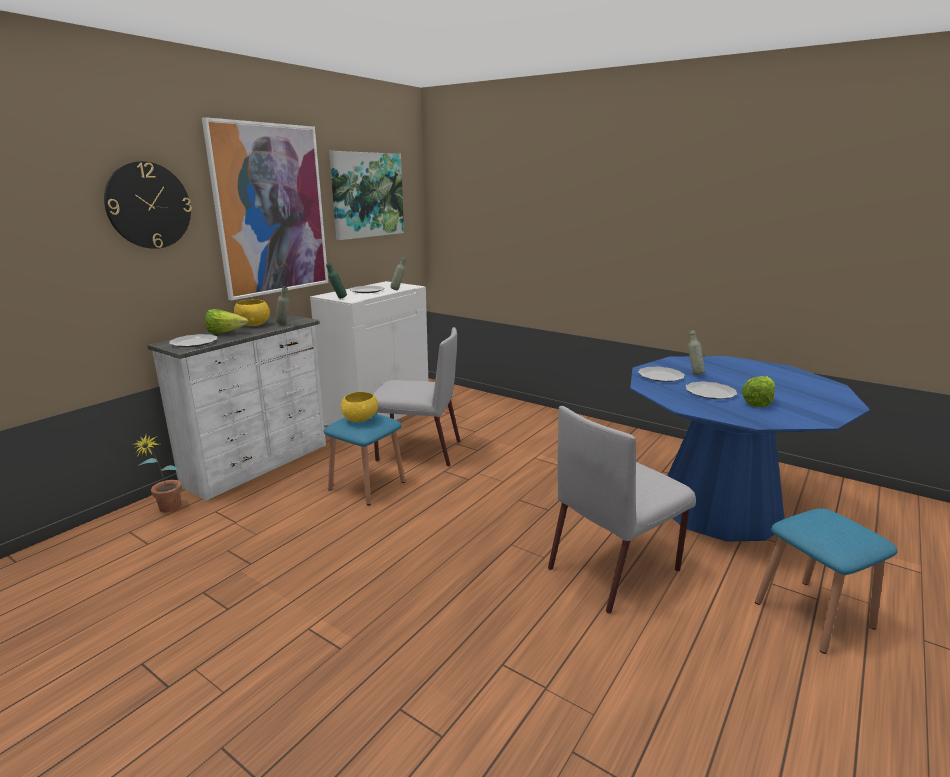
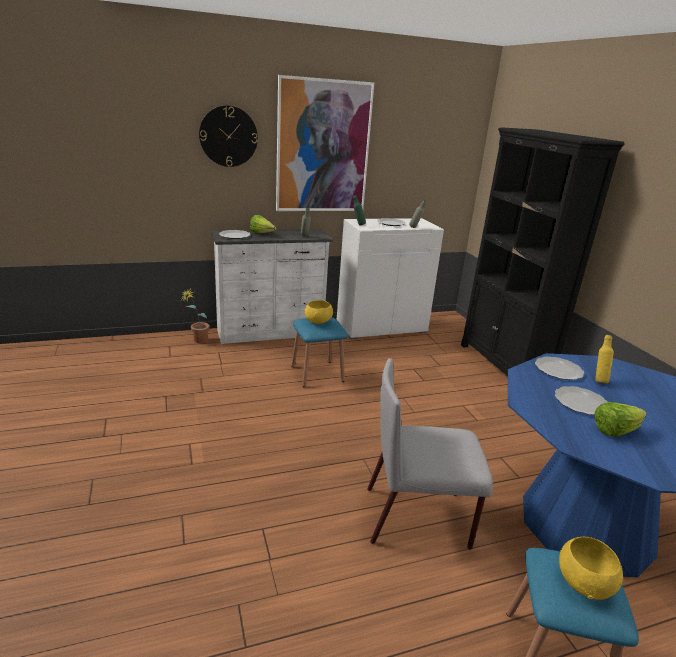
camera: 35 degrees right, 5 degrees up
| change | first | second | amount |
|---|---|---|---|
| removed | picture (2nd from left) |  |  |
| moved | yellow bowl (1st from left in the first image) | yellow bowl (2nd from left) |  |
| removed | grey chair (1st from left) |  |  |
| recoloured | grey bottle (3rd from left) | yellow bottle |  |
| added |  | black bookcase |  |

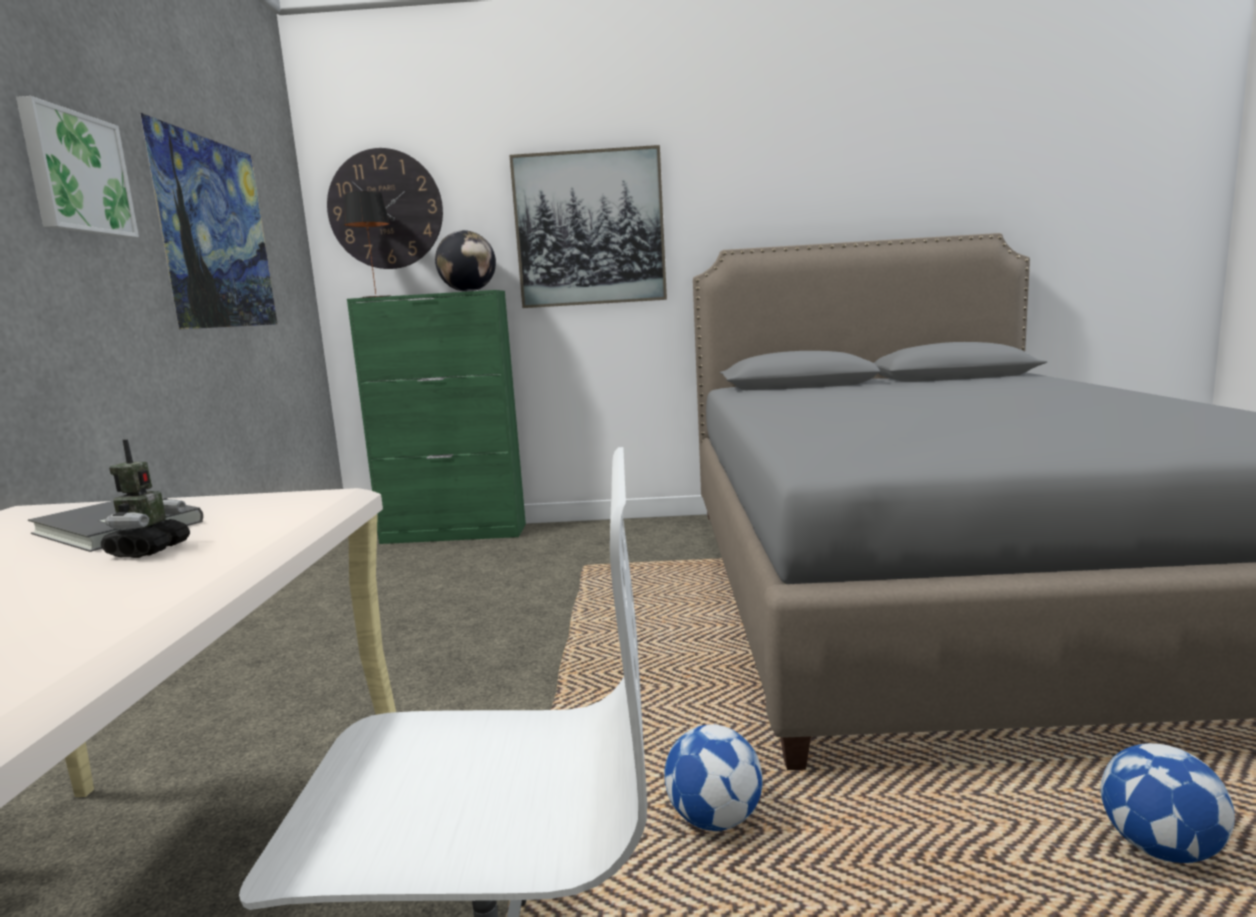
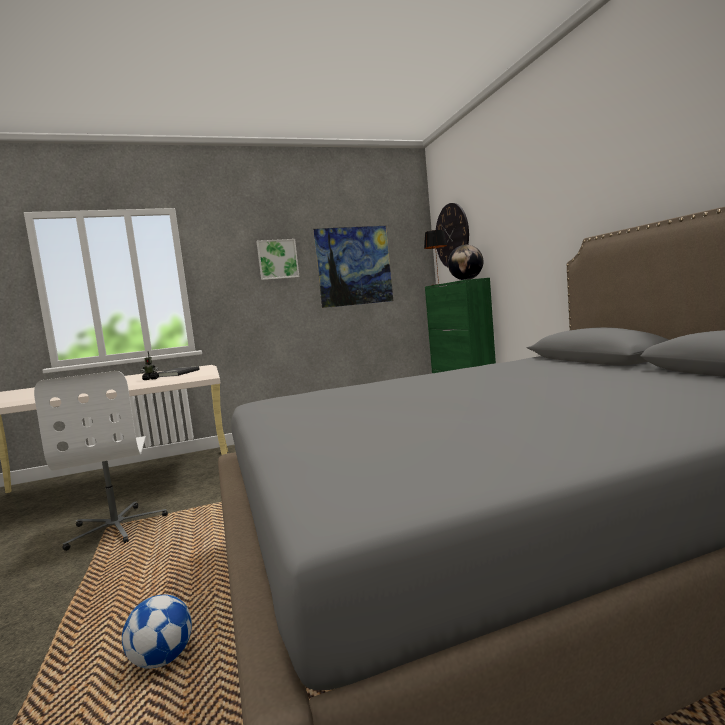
camera: 70 degrees right, 5 degrees down
| change | first | second | amount |
|---|---|---|---|
| removed | picture (3rd from left) |  |  |
| removed | football (1st from left) |  |  |

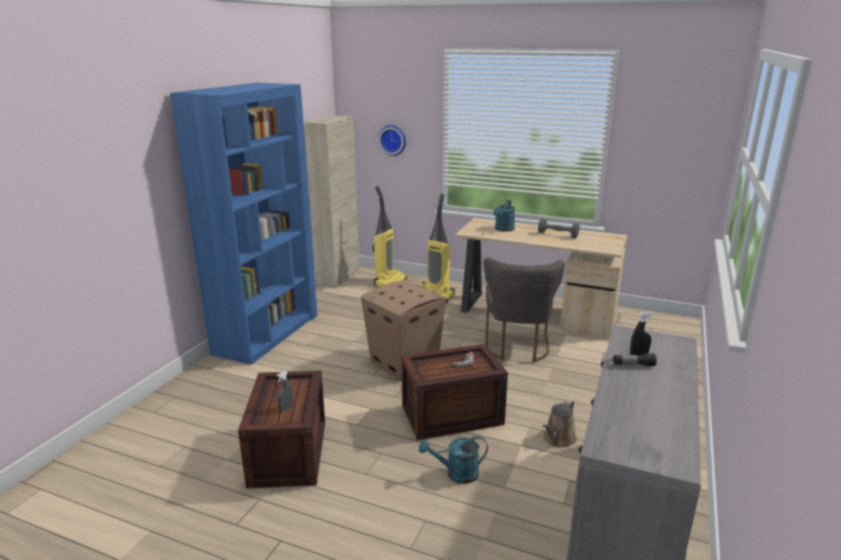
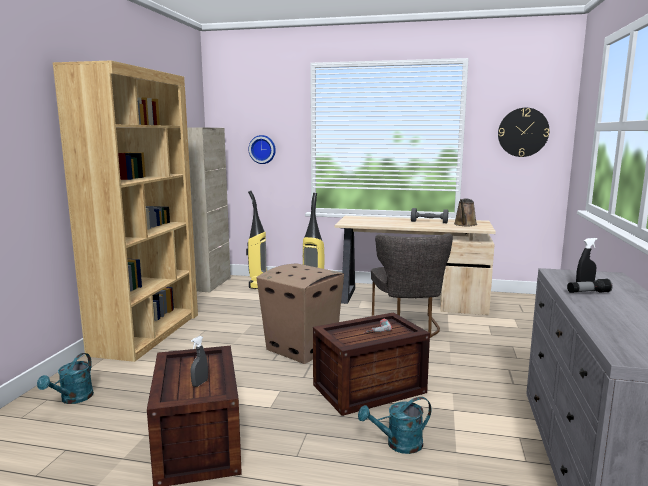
camera: 10 degrees left, 10 degrees down
| change | first | second | amount |
|---|---|---|---|
| recoloured | blue bookcase | brown bookcase |  |
| moved | turquoise watering can (2nd from left in the first image) | turquoise watering can (1st from left) |  |
| moved | brown watering can |  |  |
| added |  | wall clock (2nd from left) |  |

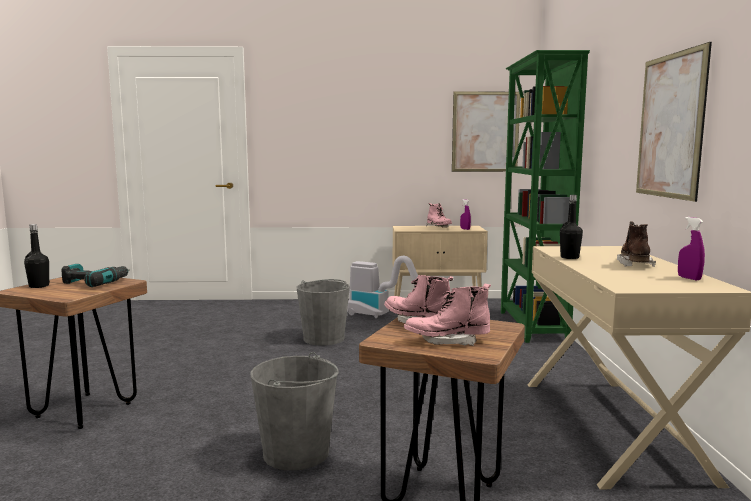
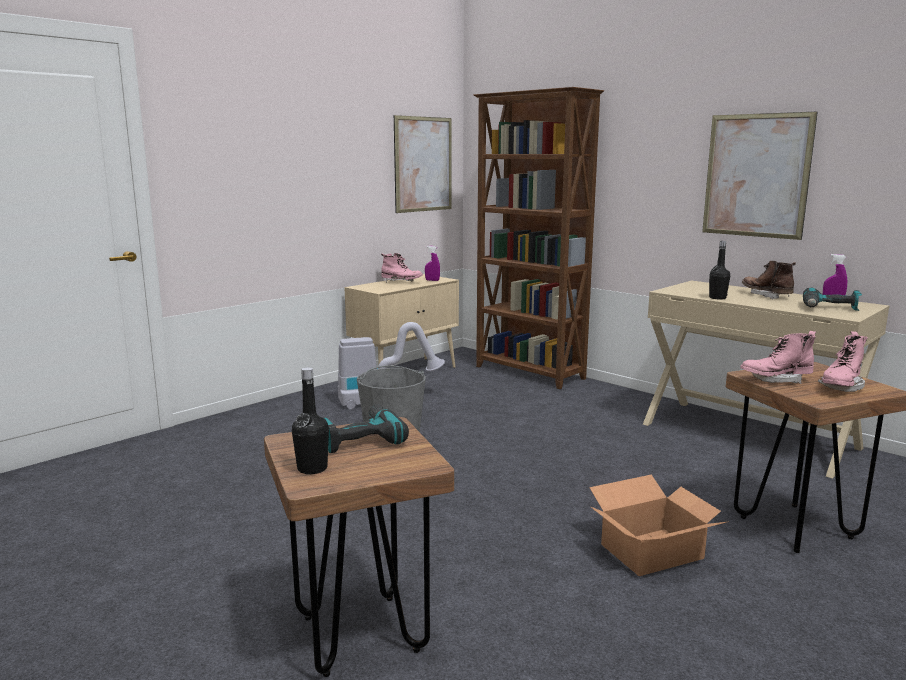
camera: 45 degrees left, 5 degrees up
| change | first | second | amount |
|---|---|---|---|
| recoloured | green bookcase | brown bookcase |  |
| replaced | grey bucket (1st from left) | cardboard box |  |
| added |  | power drill (2nd from left) |  |

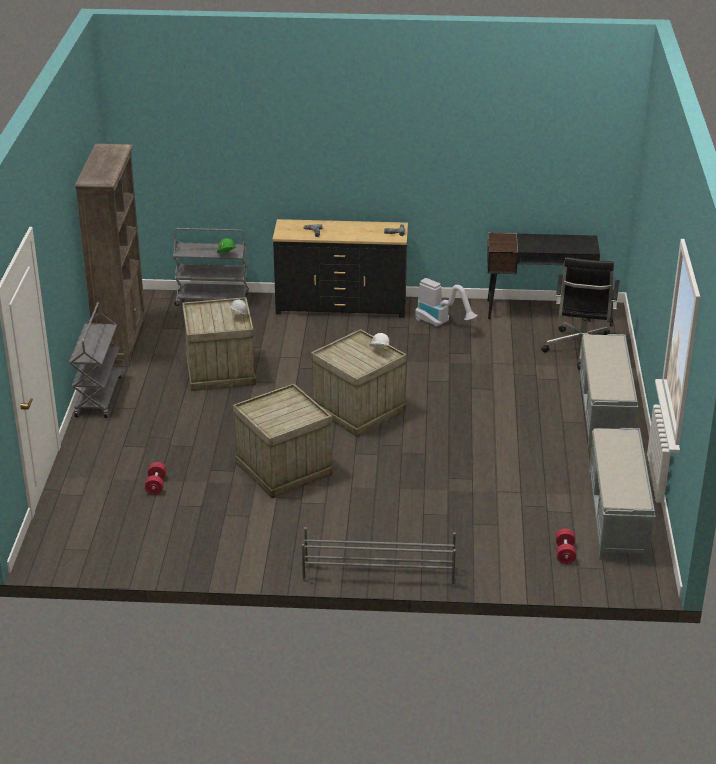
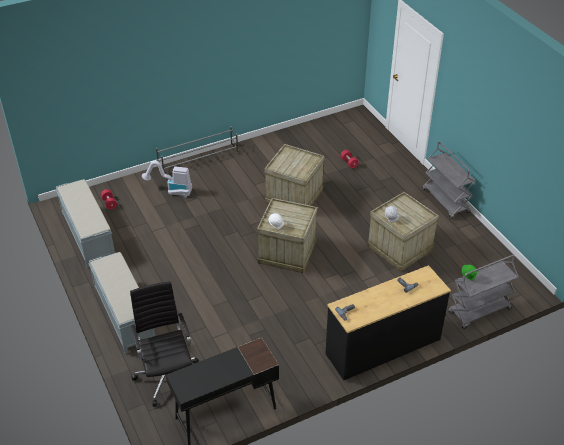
camera: 150 degrees right, 10 degrees up
| change | first | second | amount |
|---|---|---|---|
| removed | brown bookcase |  |  |
| moved | vacuum cleaner |  |  |

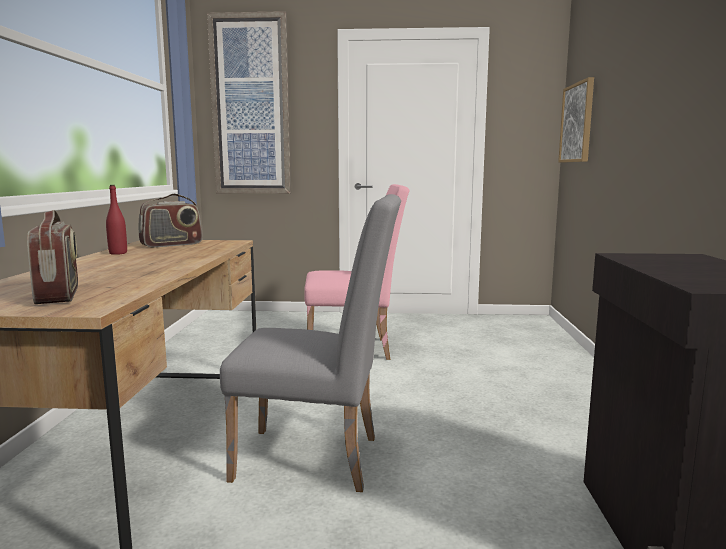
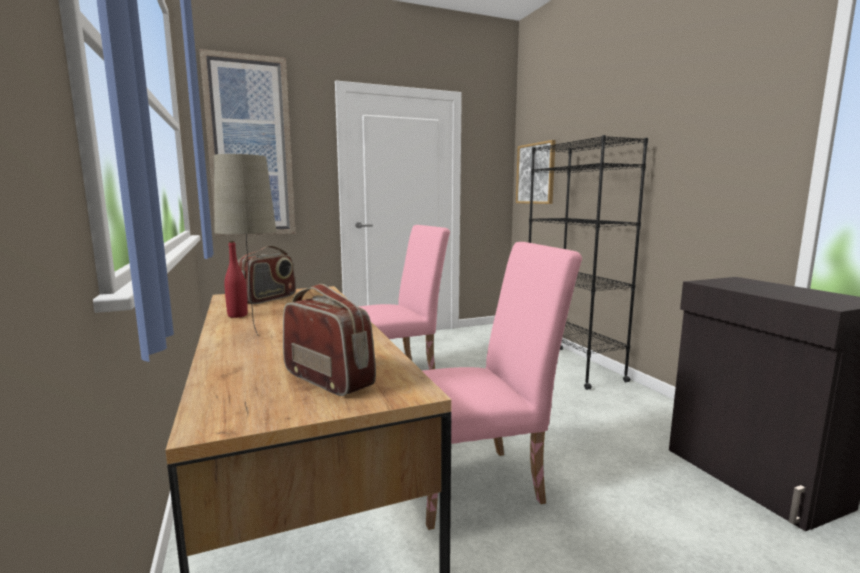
camera: 25 degrees left, 0 degrees up
| change | first | second | amount |
|---|---|---|---|
| recoloured | grey chair | pink chair (2nd from left) |  |
| added |  | black bookcase |  |
| added |  | beige table lamp |  |

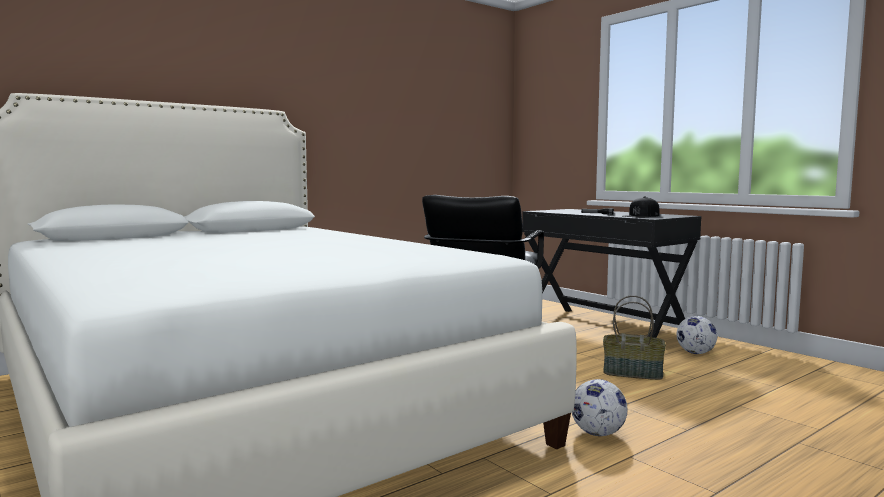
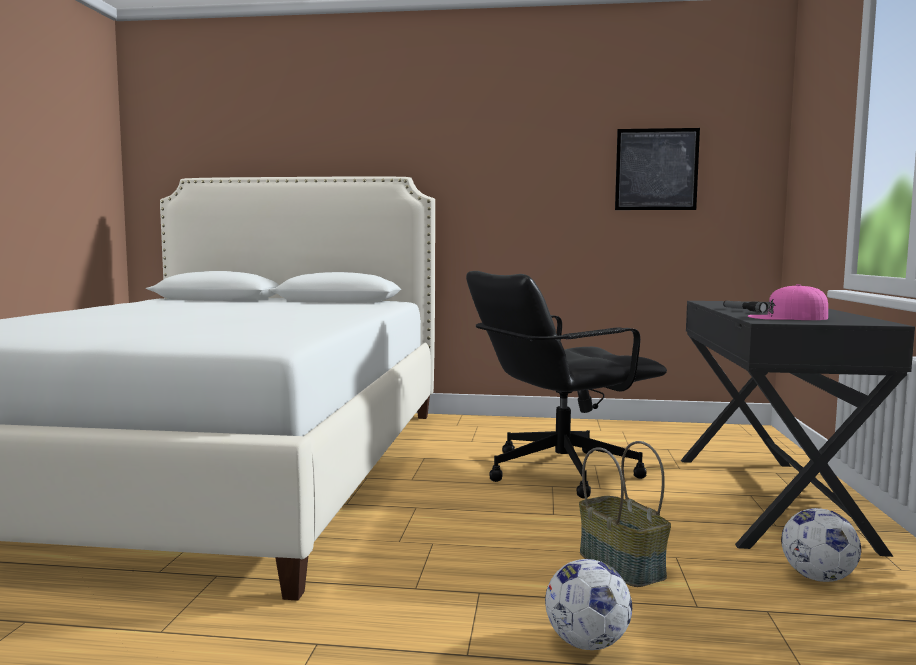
camera: 45 degrees right, 0 degrees up
| change | first | second | amount |
|---|---|---|---|
| recoloured | black cap | pink cap |  |
| moved | football (1st from left) |  |  |
| added |  | picture |  |

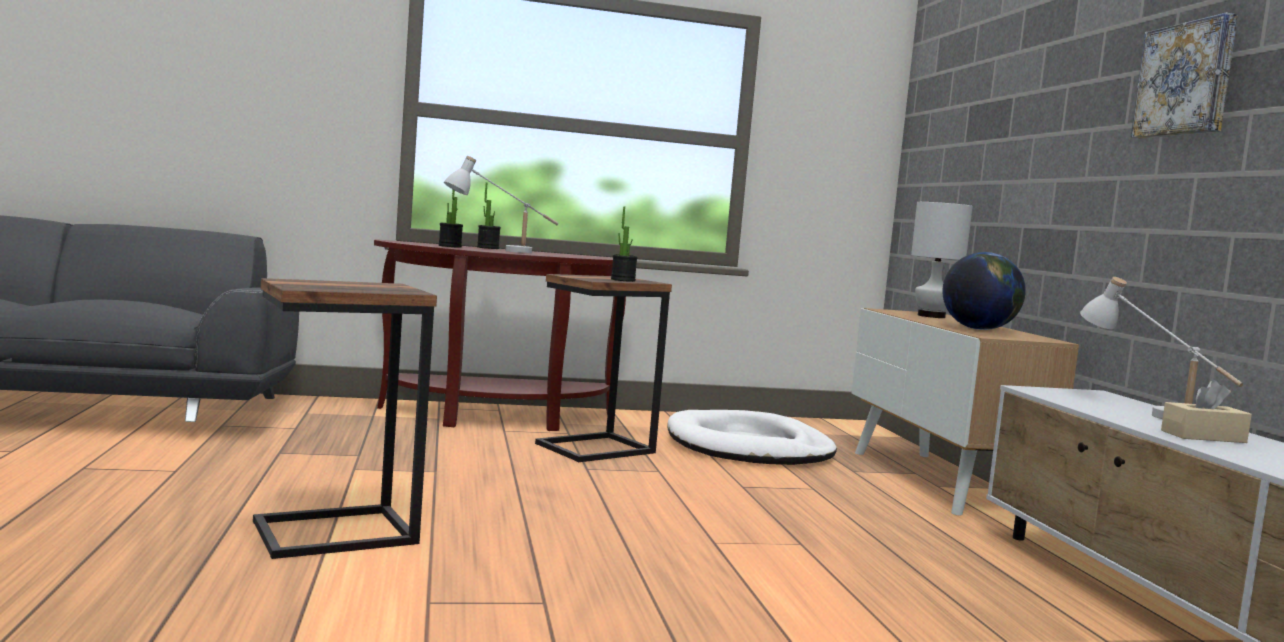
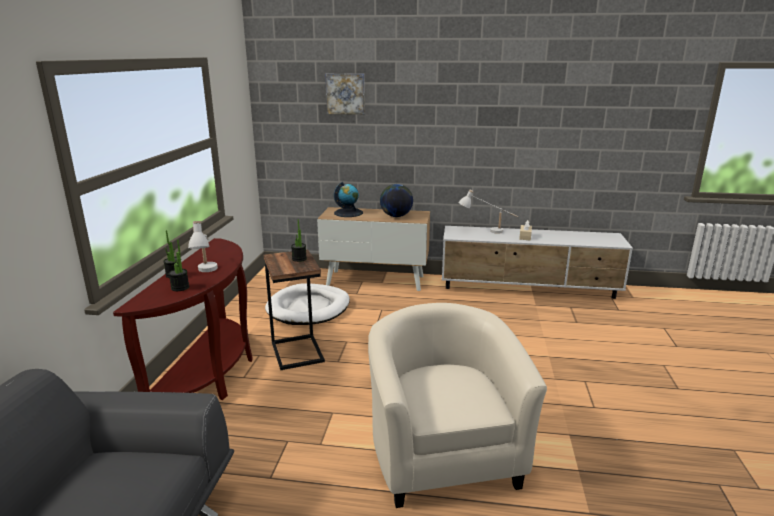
camera: 70 degrees left, 15 degrees up
| change | first | second | amount |
|---|---|---|---|
| moved | picture |  |  |
| replaced | white table lamp (2nd from left) | globe (1st from left) |  |
| replaced | side table (1st from left) | beige armchair |  |

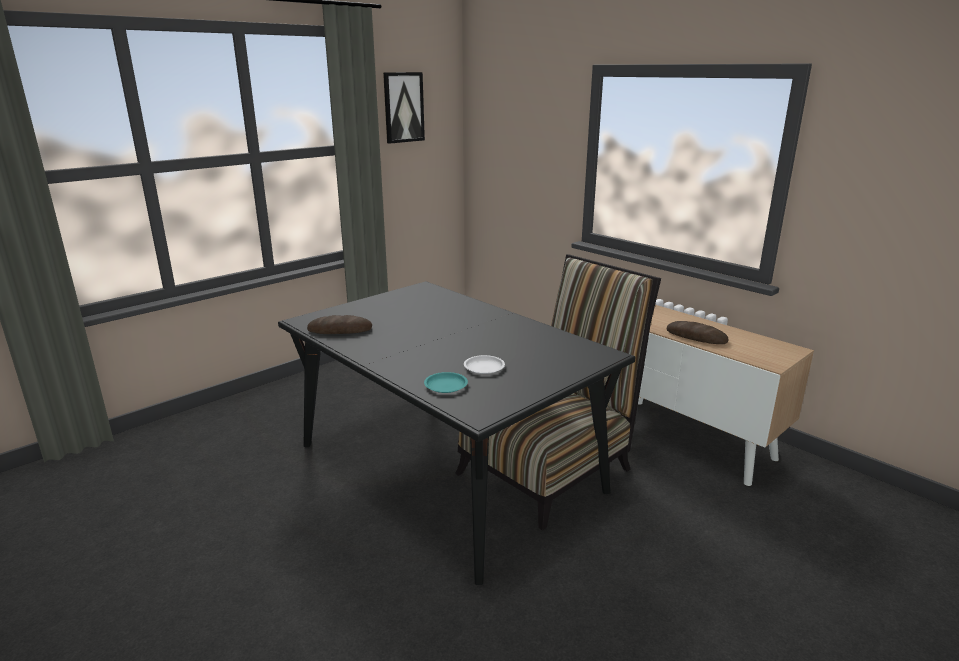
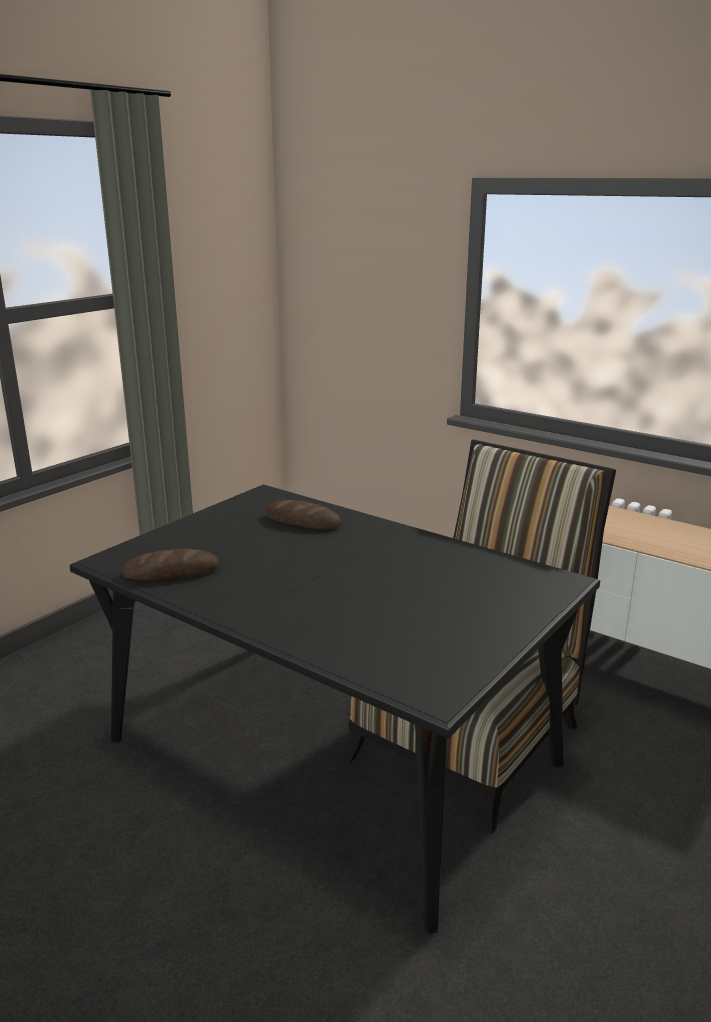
camera: 10 degrees left, 0 degrees up
| change | first | second | amount |
|---|---|---|---|
| removed | picture |  |  |
| moved | bread (2nd from left) |  |  |
| removed | white plate |  |  |
| removed | turquoise plate |  |  |

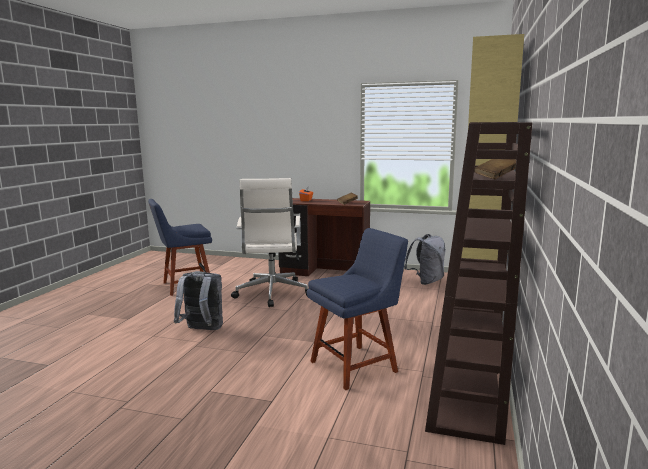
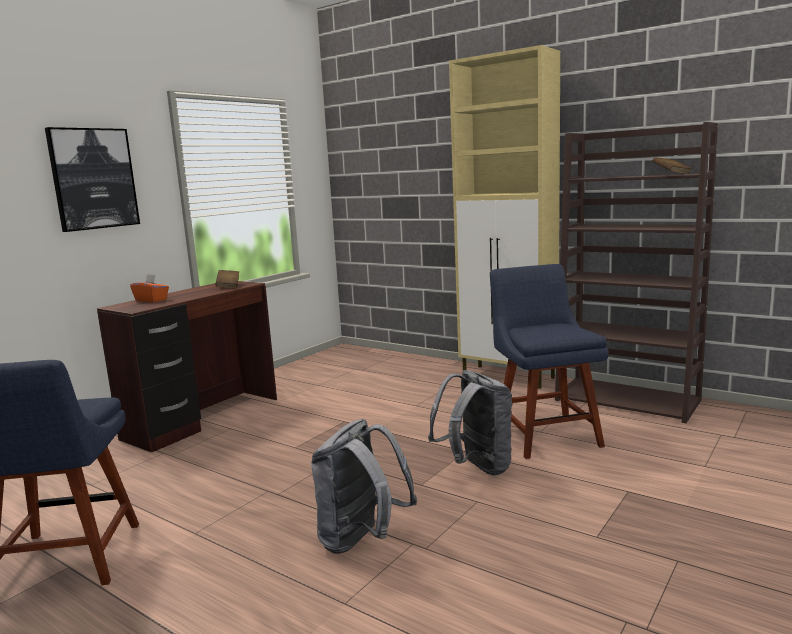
camera: 70 degrees left, 0 degrees up
| change | first | second | amount |
|---|---|---|---|
| removed | white office chair |  |  |
| moved | grey backpack (2nd from left) |  |  |
| added |  | picture |  |

